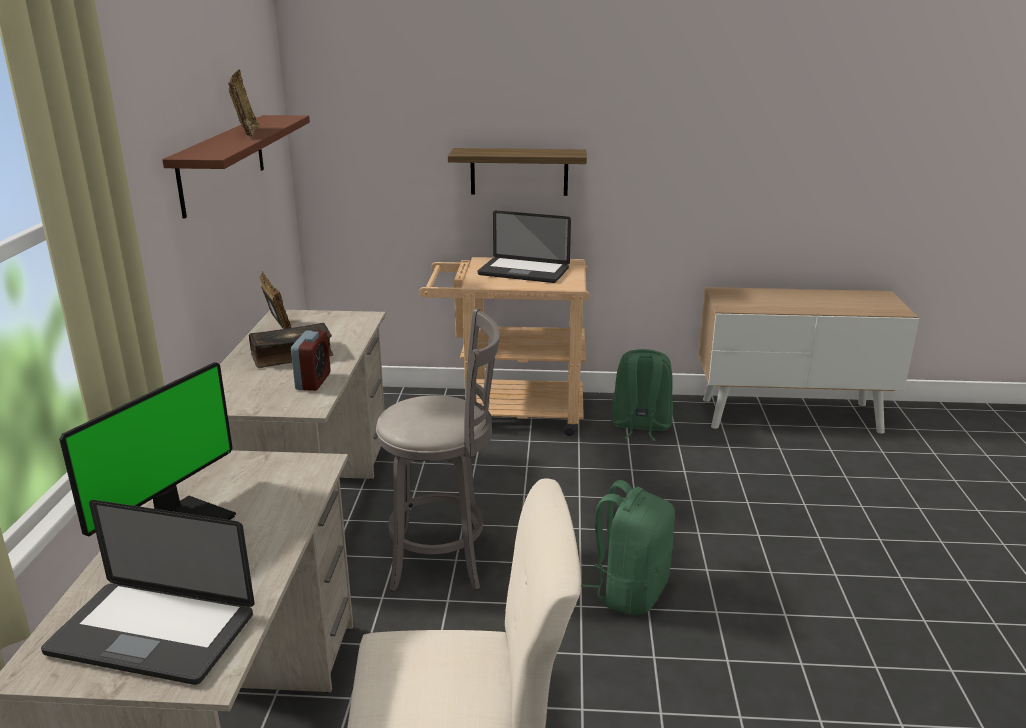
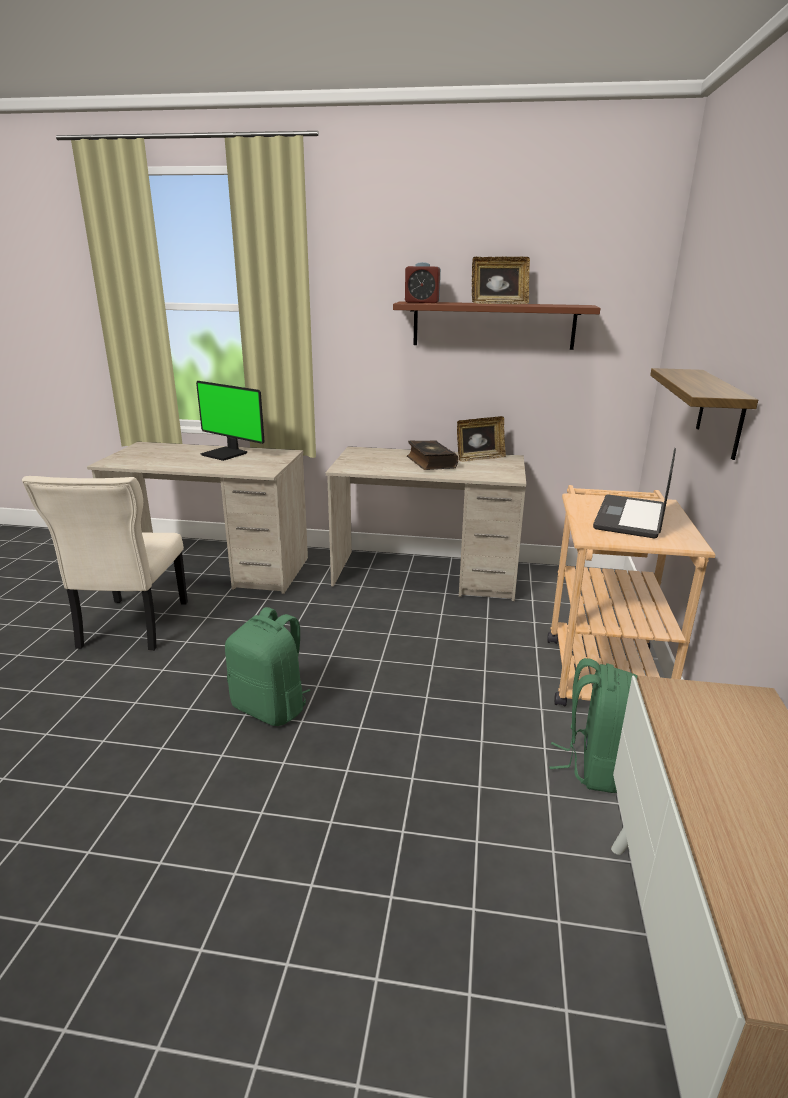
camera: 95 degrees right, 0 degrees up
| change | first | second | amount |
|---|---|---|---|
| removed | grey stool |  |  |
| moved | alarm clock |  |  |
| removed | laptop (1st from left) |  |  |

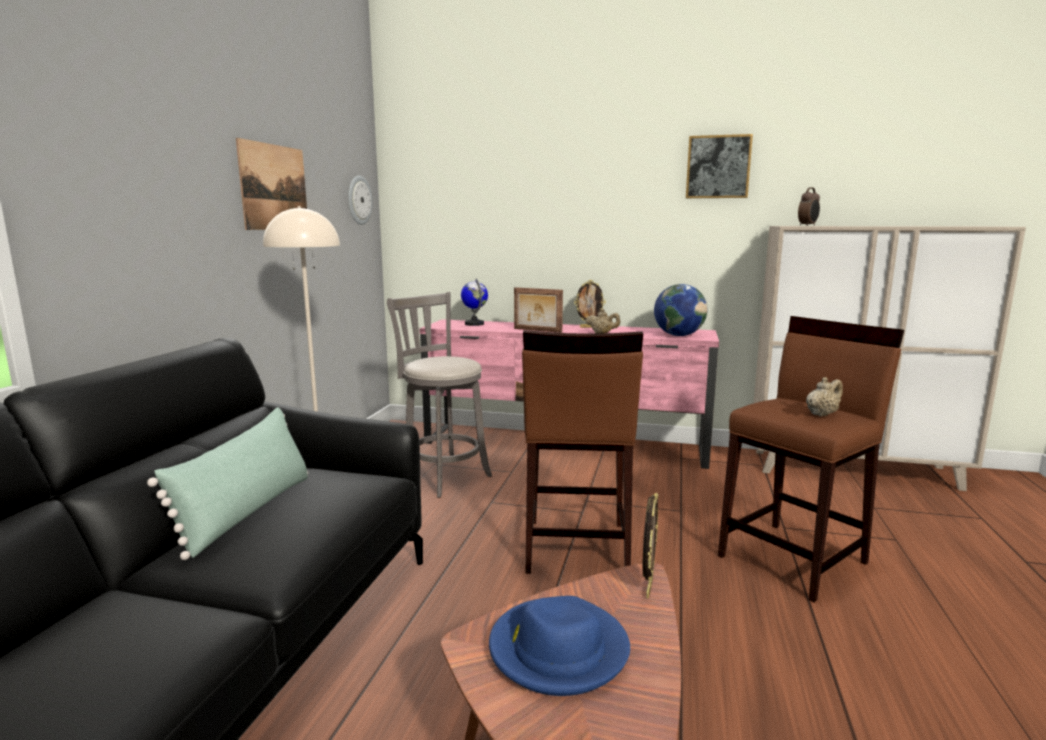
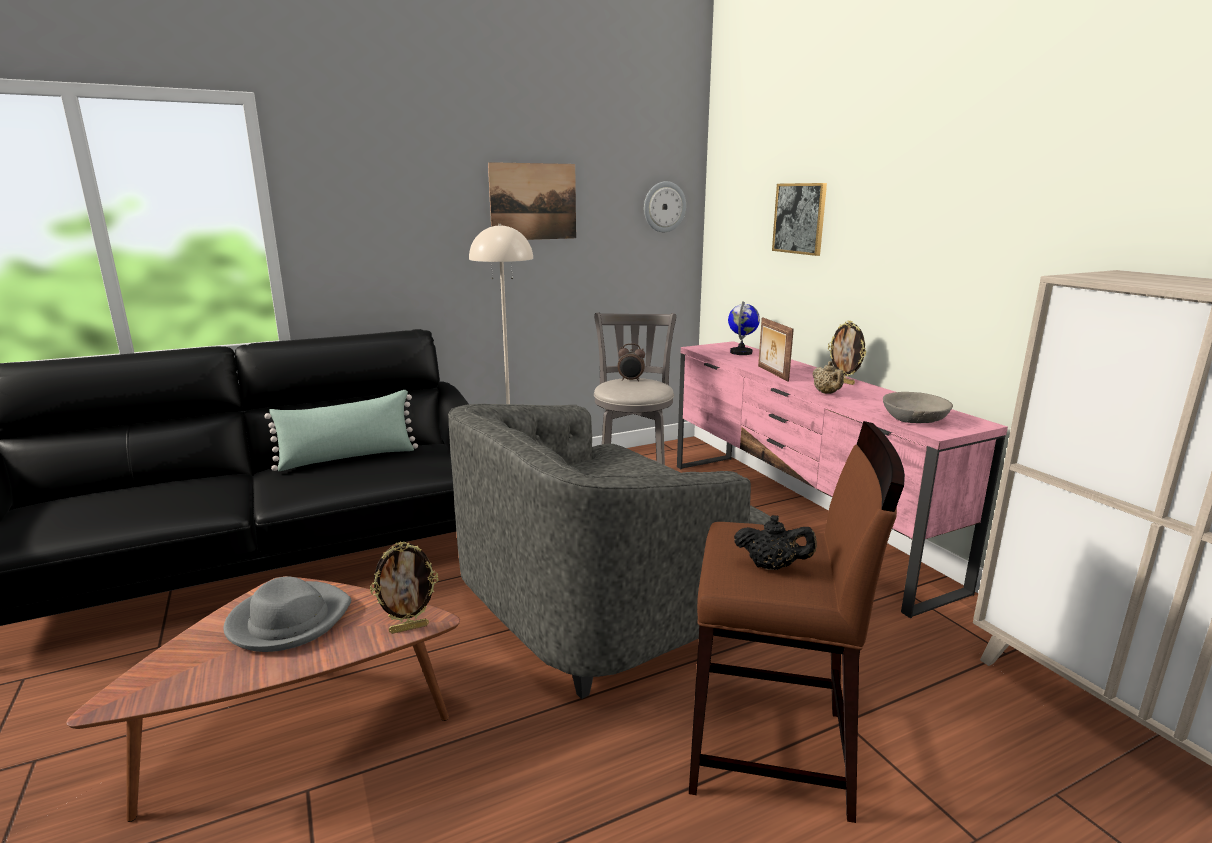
camera: 50 degrees right, 5 degrees up
| change | first | second | amount |
|---|---|---|---|
| moved | picture (2nd from left) |  |  |
| moved | alarm clock |  |  |
| replaced | globe (2nd from left) | grey bowl |  |
| replaced | brown stool (1st from left) | grey armchair |  |
| recoloured | beige teapot (2nd from left) | black teapot |  |
| recoloured | blue hat | grey hat |  |

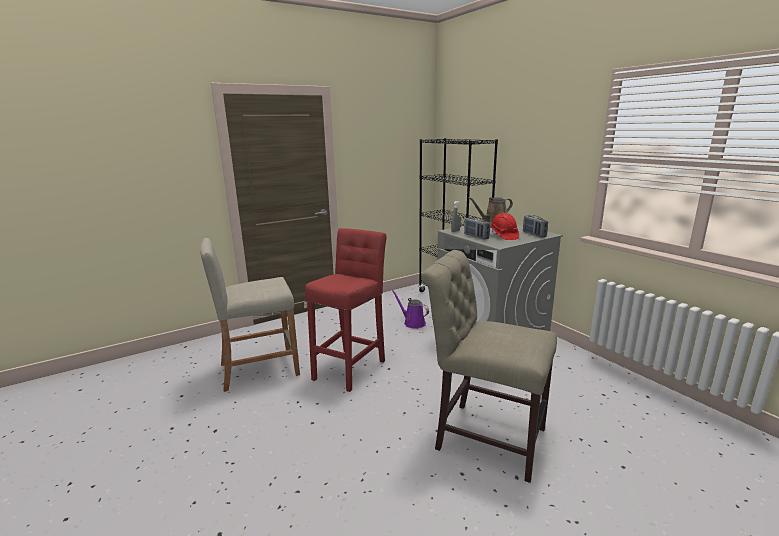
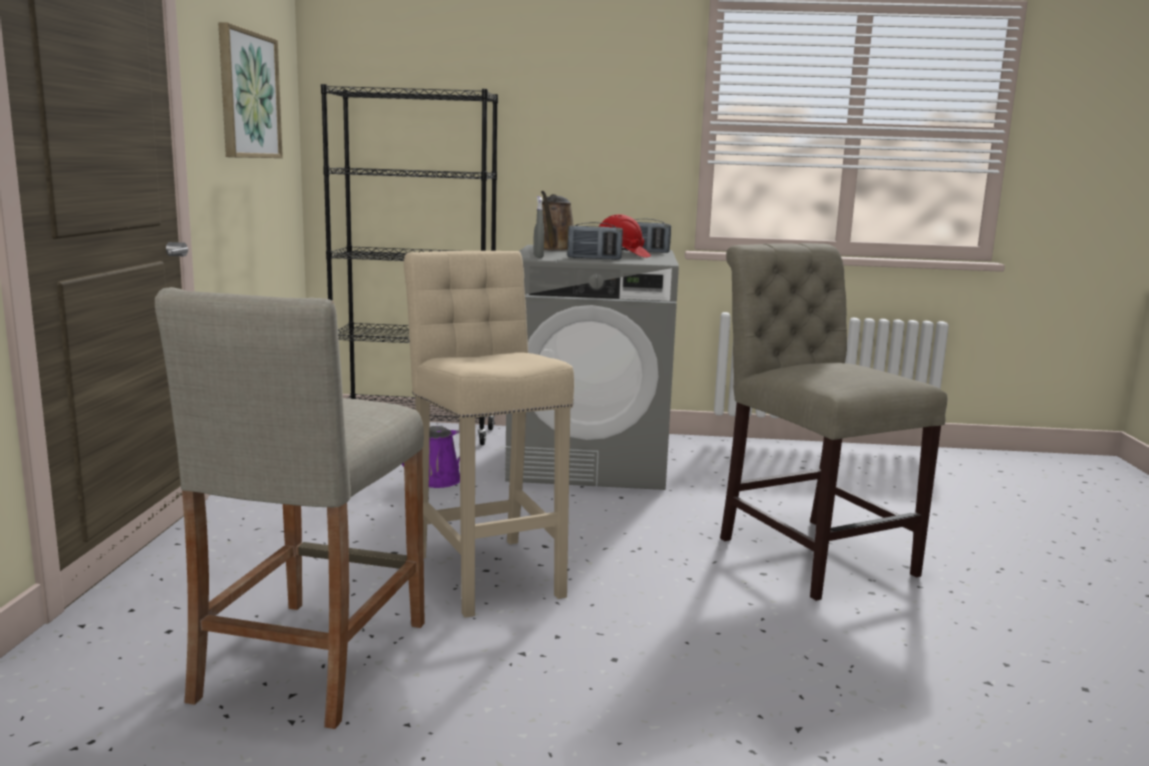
camera: 55 degrees left, 5 degrees down
| change | first | second | amount |
|---|---|---|---|
| recoloured | red stool | beige stool (2nd from left) |  |
| turned | beige chair |  | 90 degrees clockwise |
| added |  | picture |  |

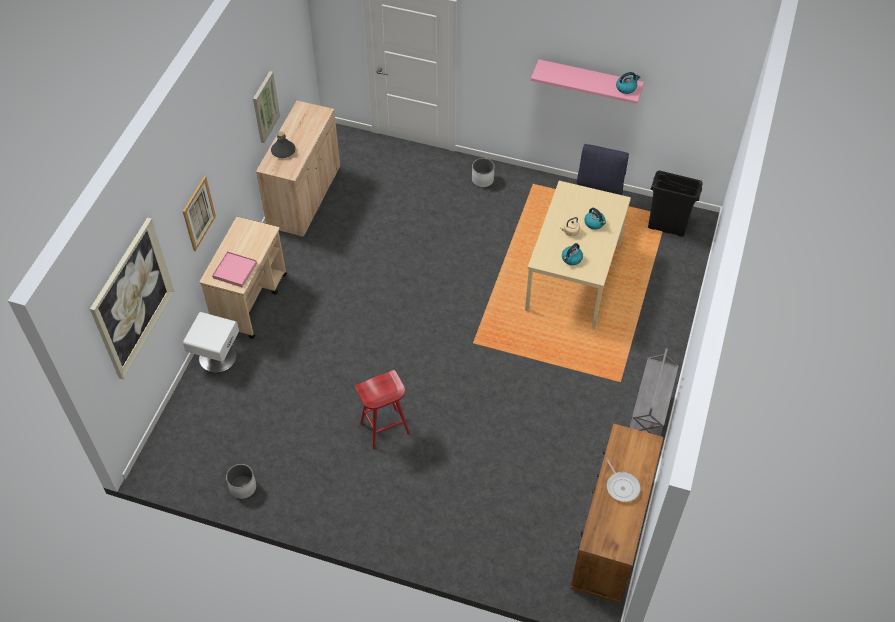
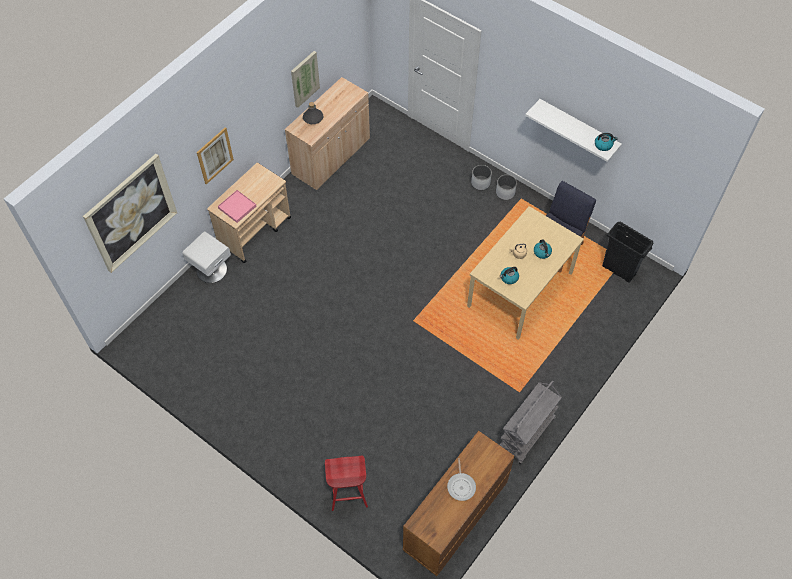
camera: 20 degrees right, 5 degrees up
| change | first | second | amount |
|---|---|---|---|
| recoloured | pink shelf | white shelf |  |
| moved | red stool |  |  |
| moved | white planter (1st from left in the first image) | white planter (2nd from left) |  |

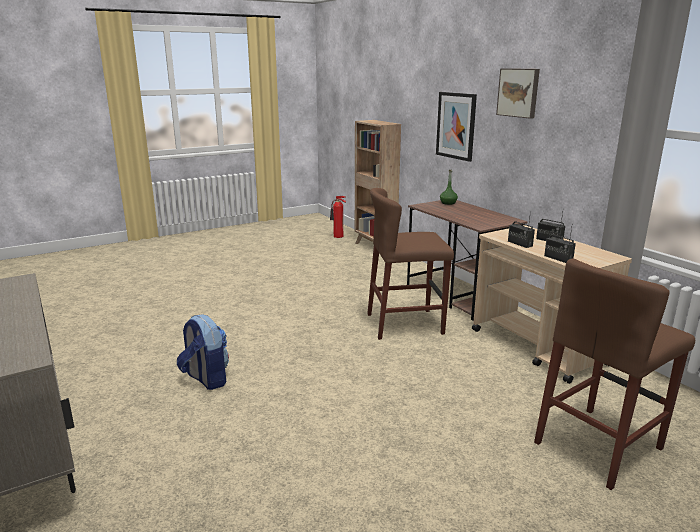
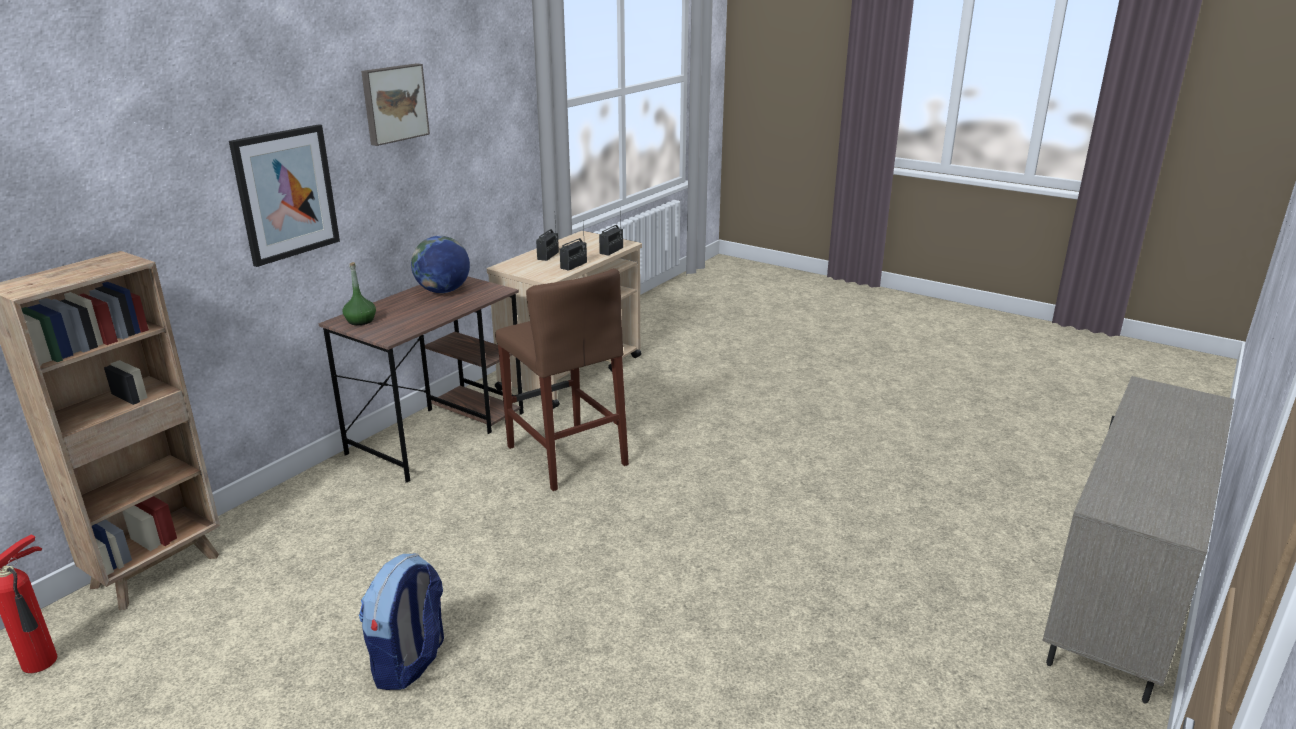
camera: 115 degrees left, 5 degrees up
| change | first | second | amount |
|---|---|---|---|
| removed | brown stool (2nd from left) |  |  |
| moved | backpack |  |  |
| added |  | globe |  |

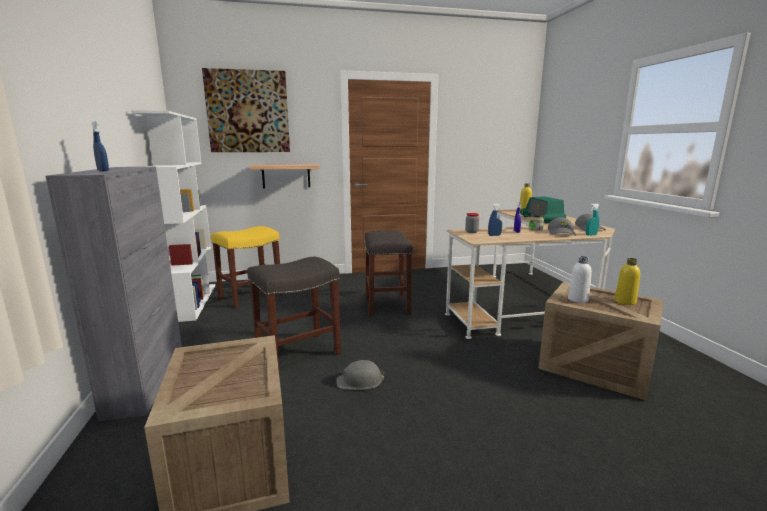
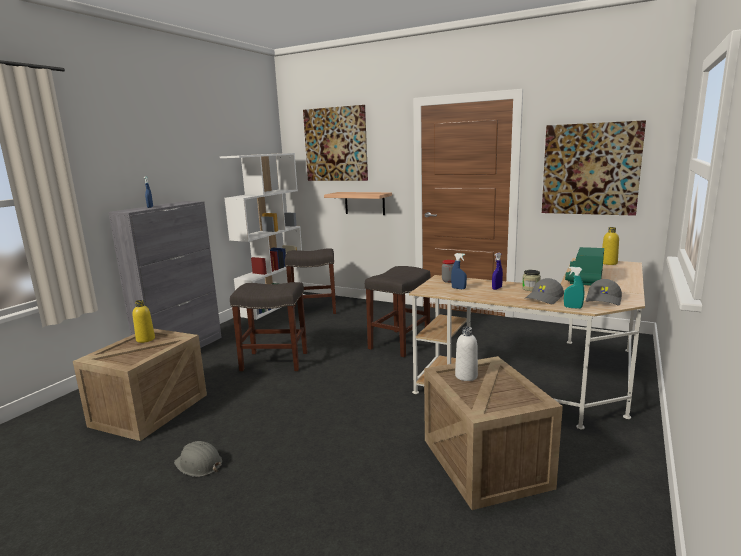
camera: 40 degrees right, 0 degrees up
| change | first | second | amount |
|---|---|---|---|
| recoloured | yellow stool | grey stool (2nd from left) |  |
| moved | yellow bottle (2nd from left in the first image) | yellow bottle (1st from left) |  |
| moved | grey hard hat |  |  |
| added |  | picture (2nd from left) |  |

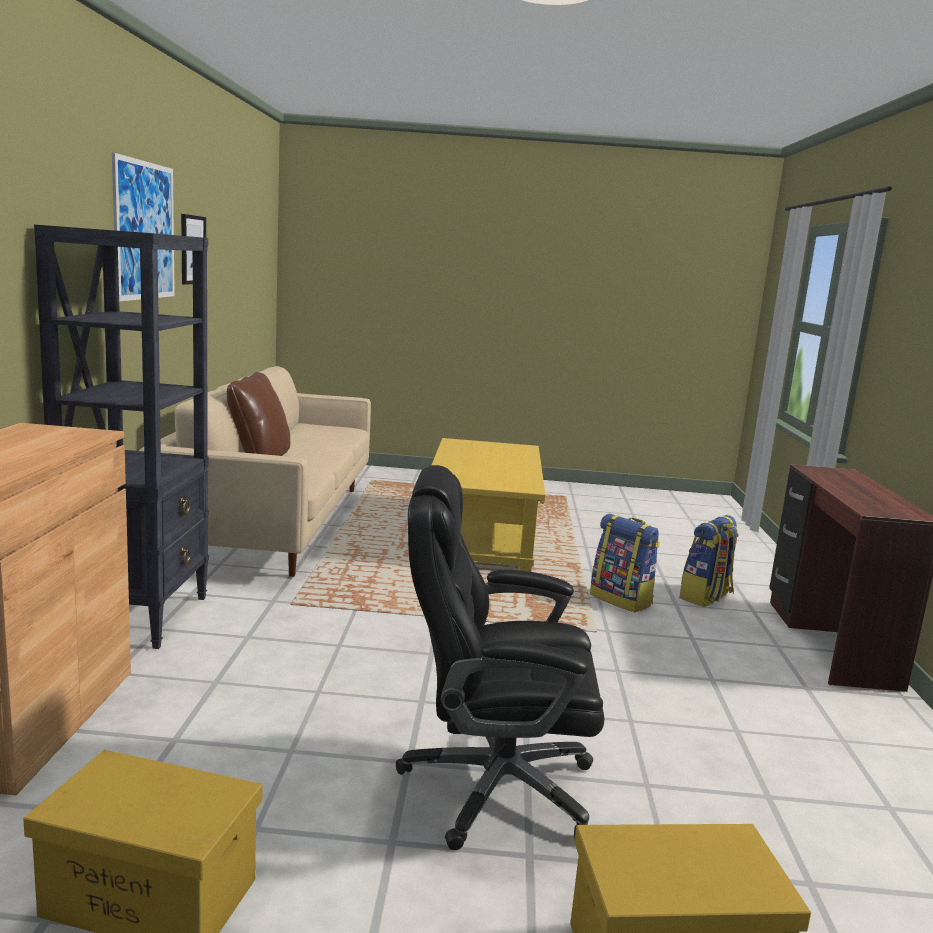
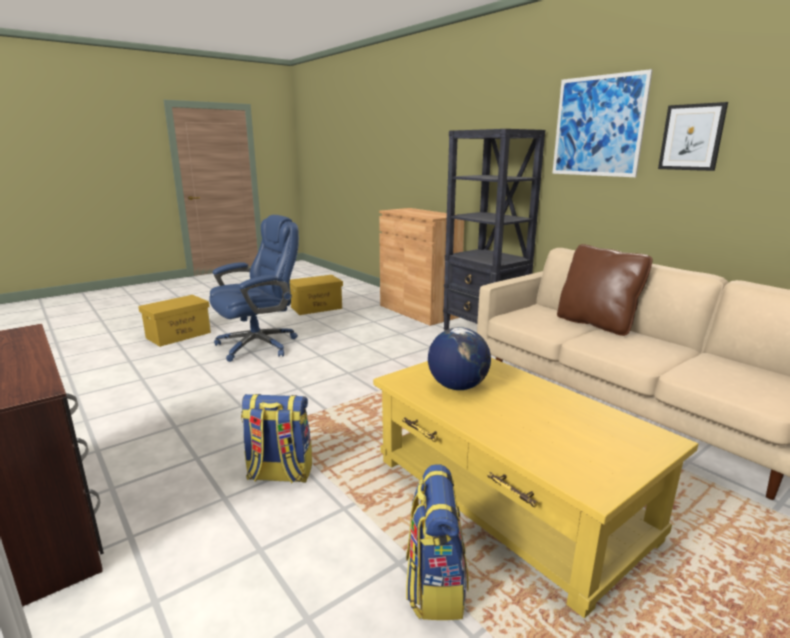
camera: 140 degrees right, 5 degrees up
| change | first | second | amount |
|---|---|---|---|
| recoloured | black office chair | blue office chair |  |
| moved | backpack (2nd from left) |  |  |
| added |  | globe |  |

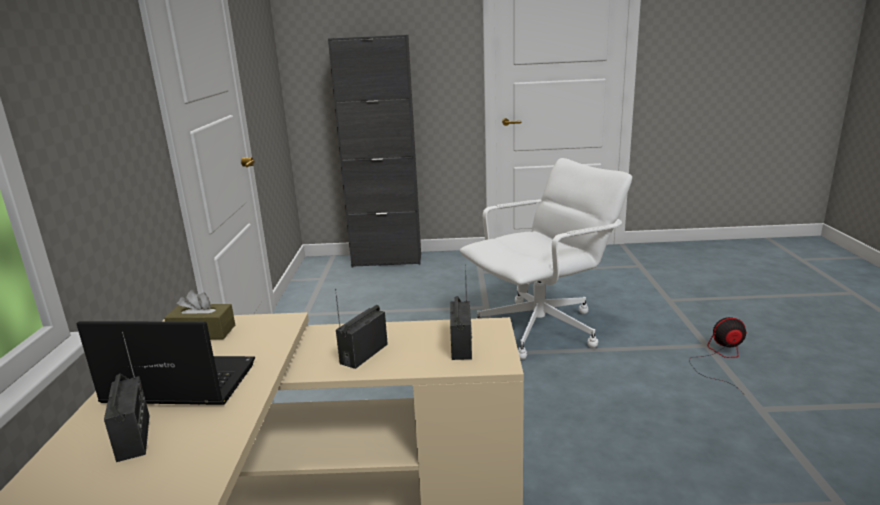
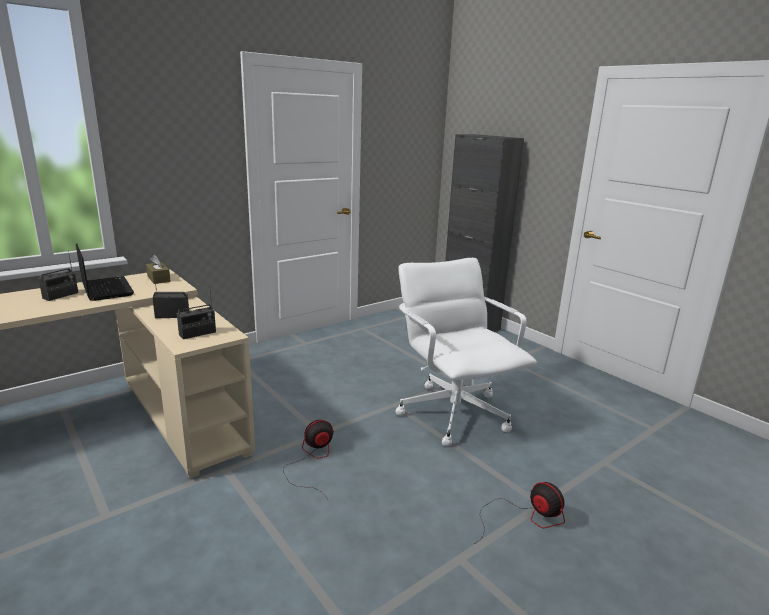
camera: 50 degrees right, 0 degrees up
| change | first | second | amount |
|---|---|---|---|
| turned | white office chair |  | 135 degrees counterclockwise |
| added |  | fan (1st from left) |  |

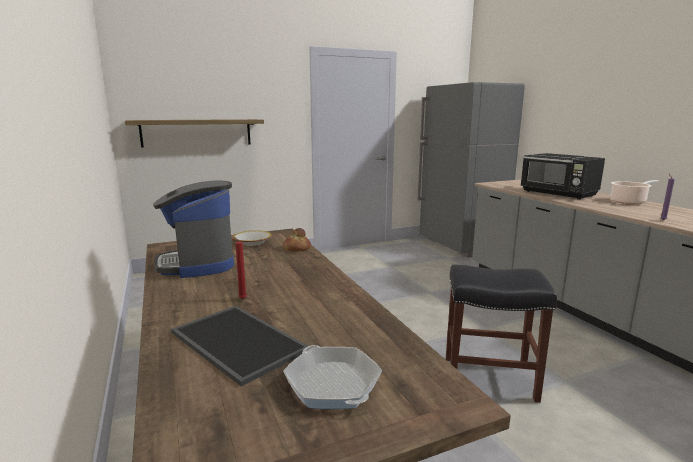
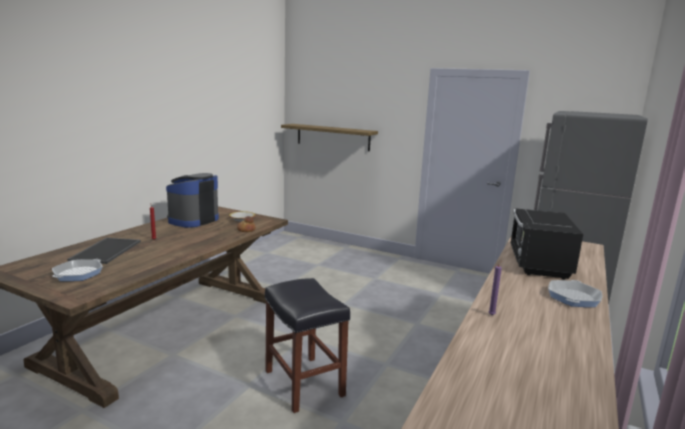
camera: 50 degrees right, 0 degrees up
| change | first | second | amount |
|---|---|---|---|
| replaced | cooking pot | frying pan (2nd from left) |  |

